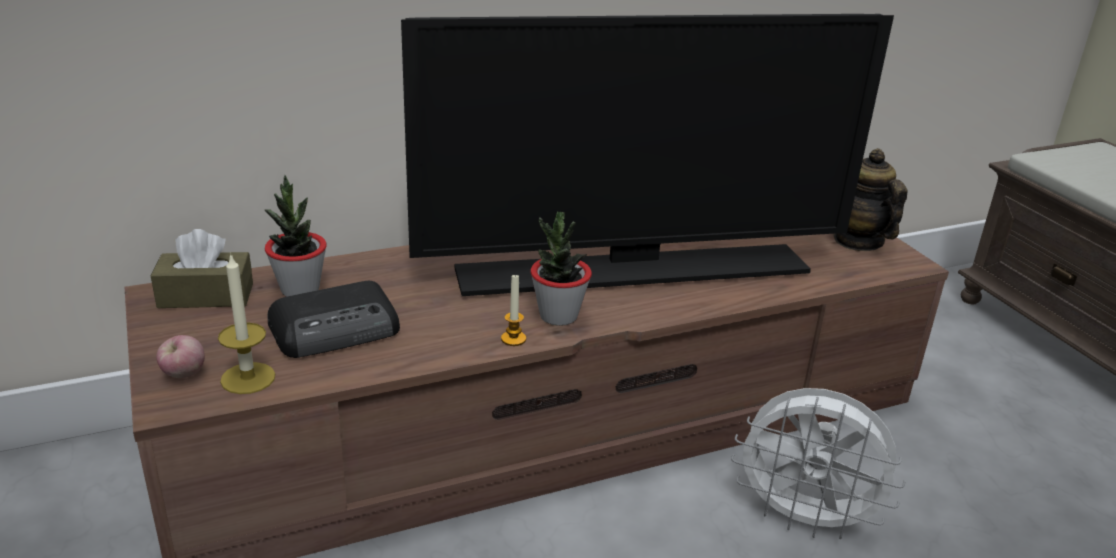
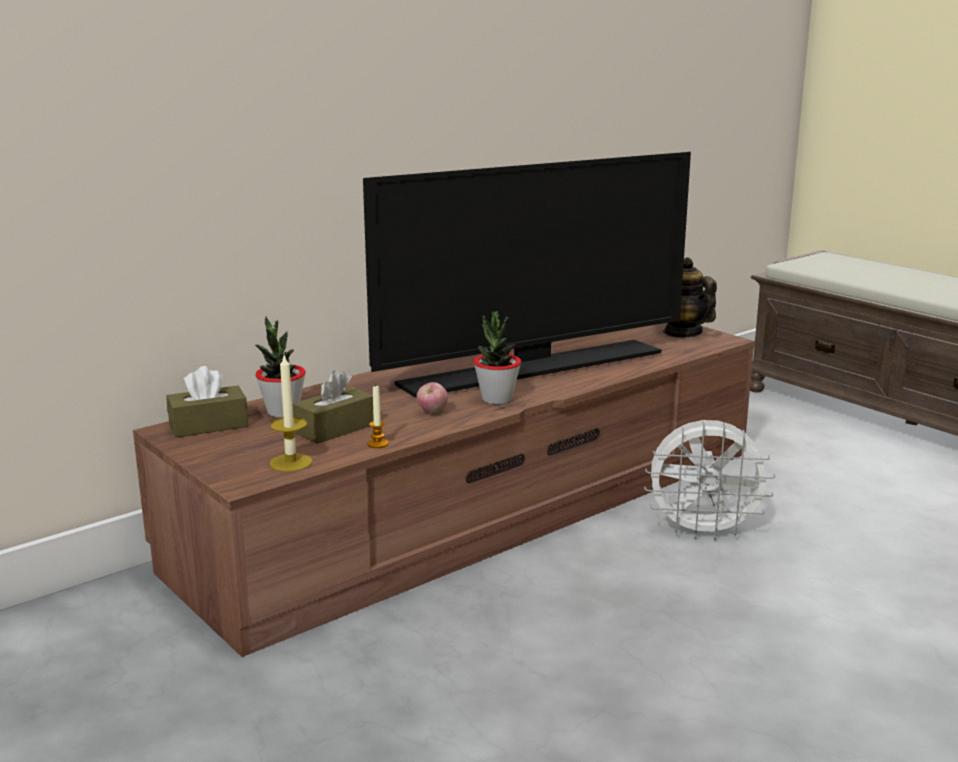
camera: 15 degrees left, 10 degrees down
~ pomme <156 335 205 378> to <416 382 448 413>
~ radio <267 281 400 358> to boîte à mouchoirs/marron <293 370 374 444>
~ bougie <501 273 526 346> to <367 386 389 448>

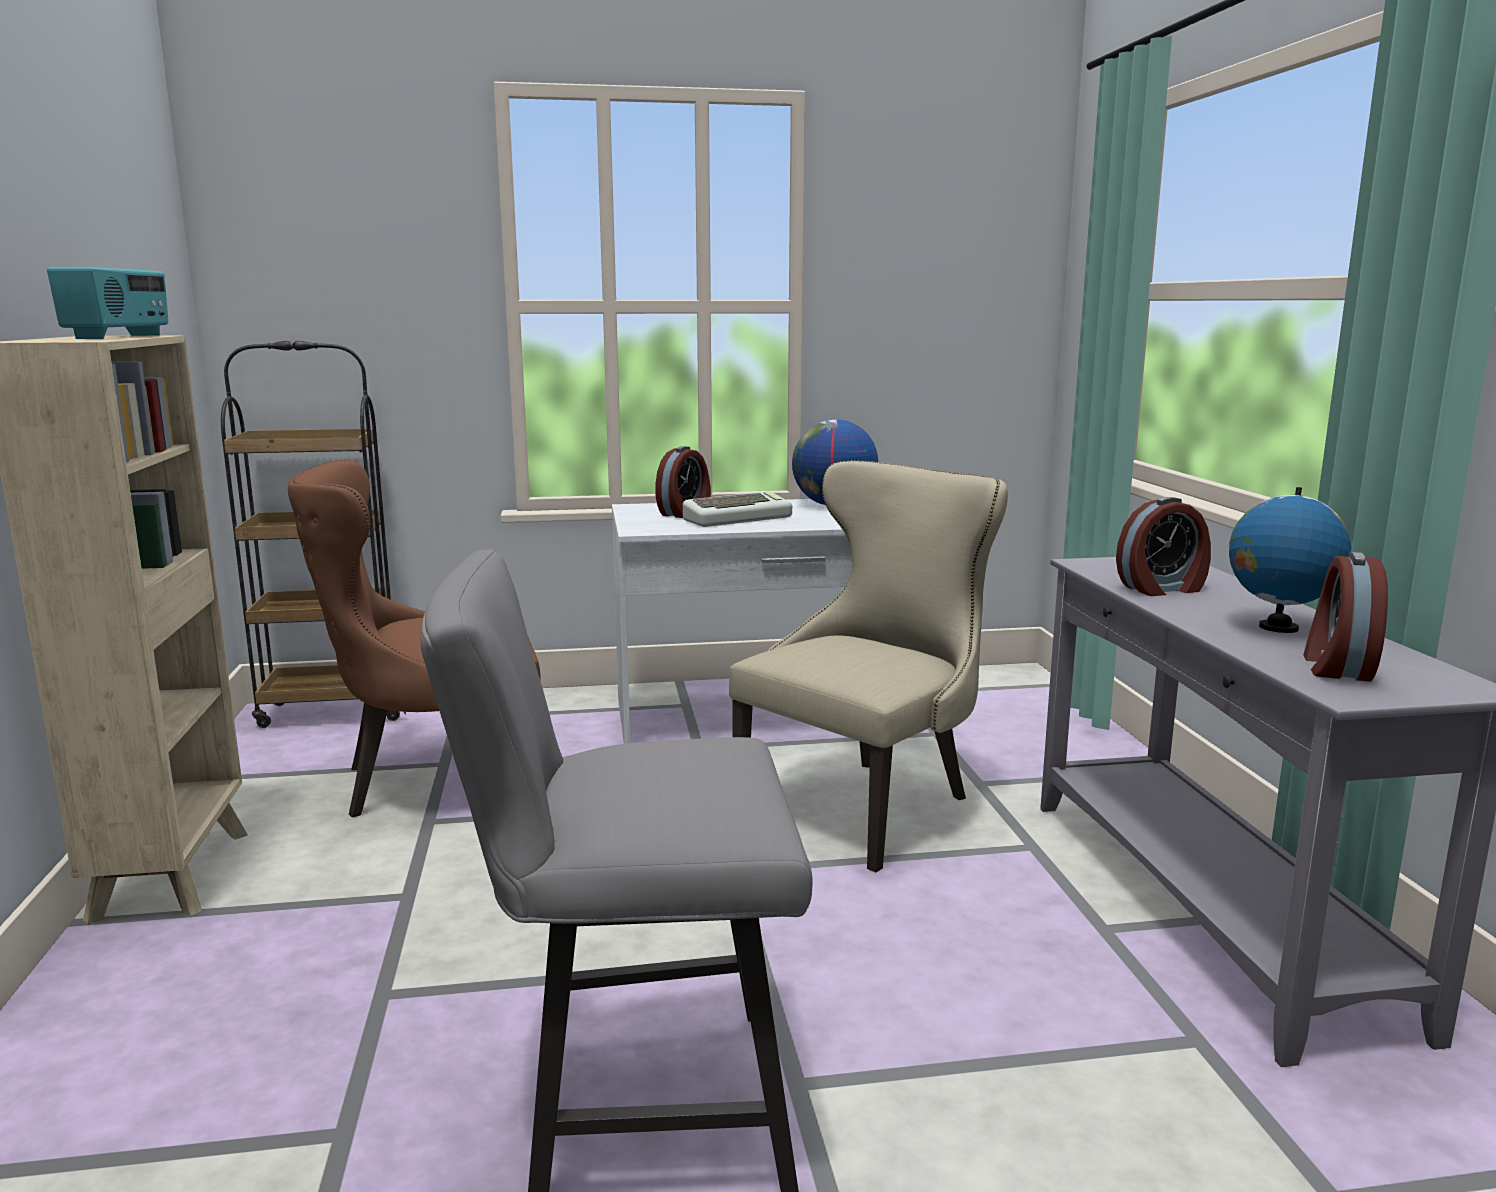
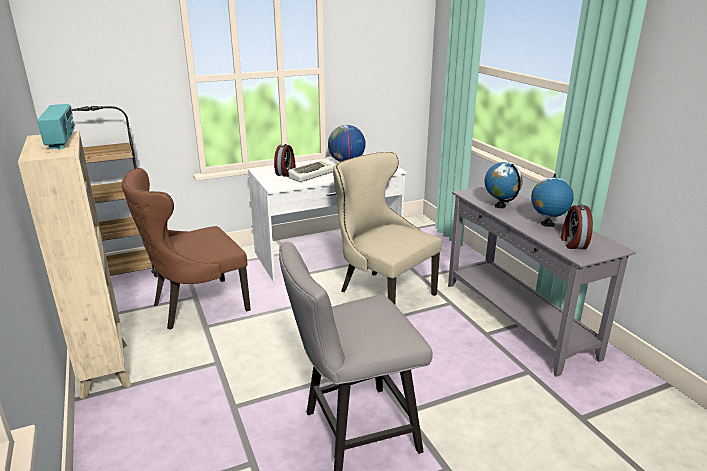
camera: 15 degrees left, 10 degrees up
~ chaise/beige <729 460 1008 872> = <333 152 442 304> 75 degrees counterclockwise
~ réveil <1116 497 1211 596> to globe <484 162 523 208>

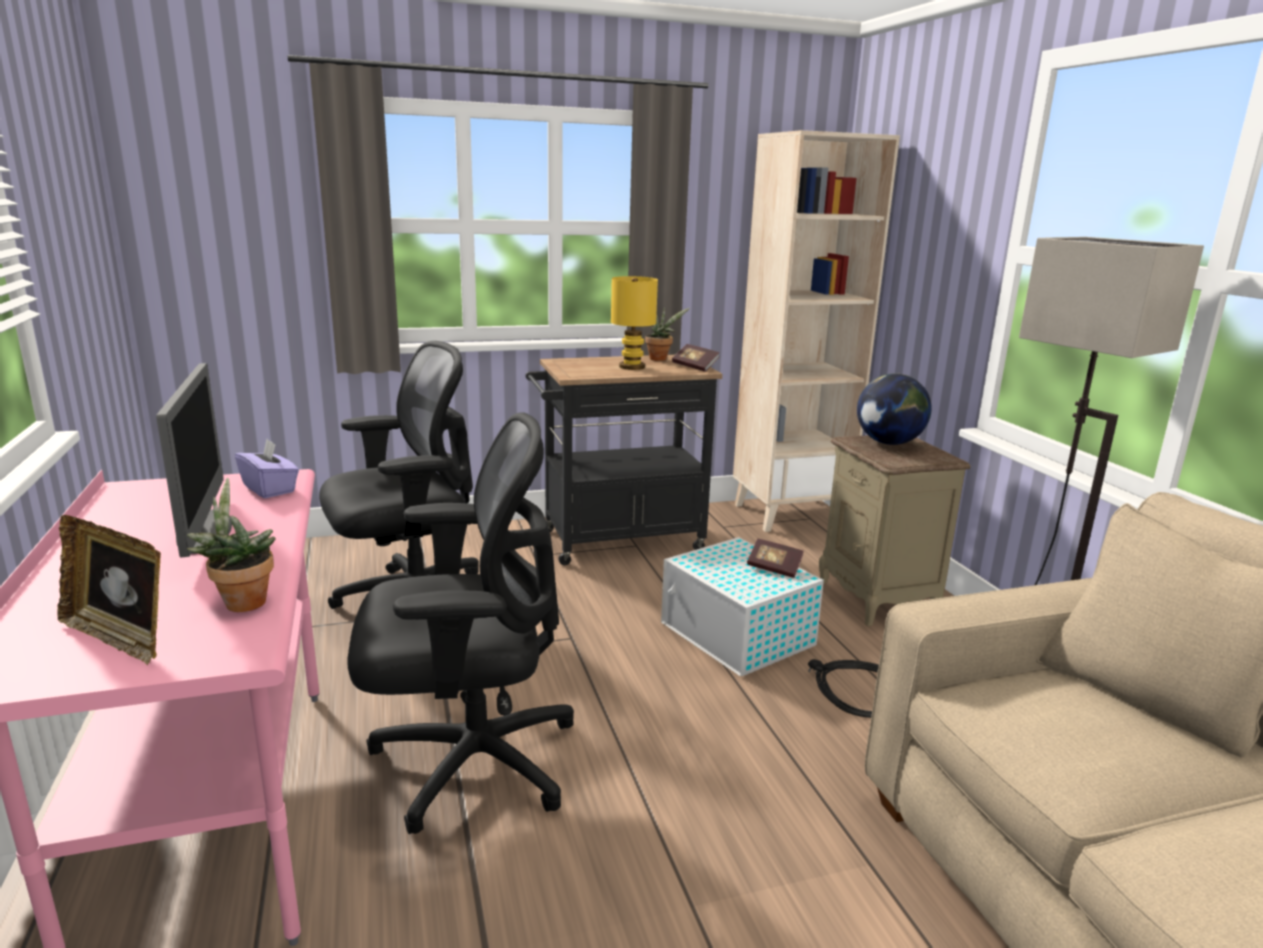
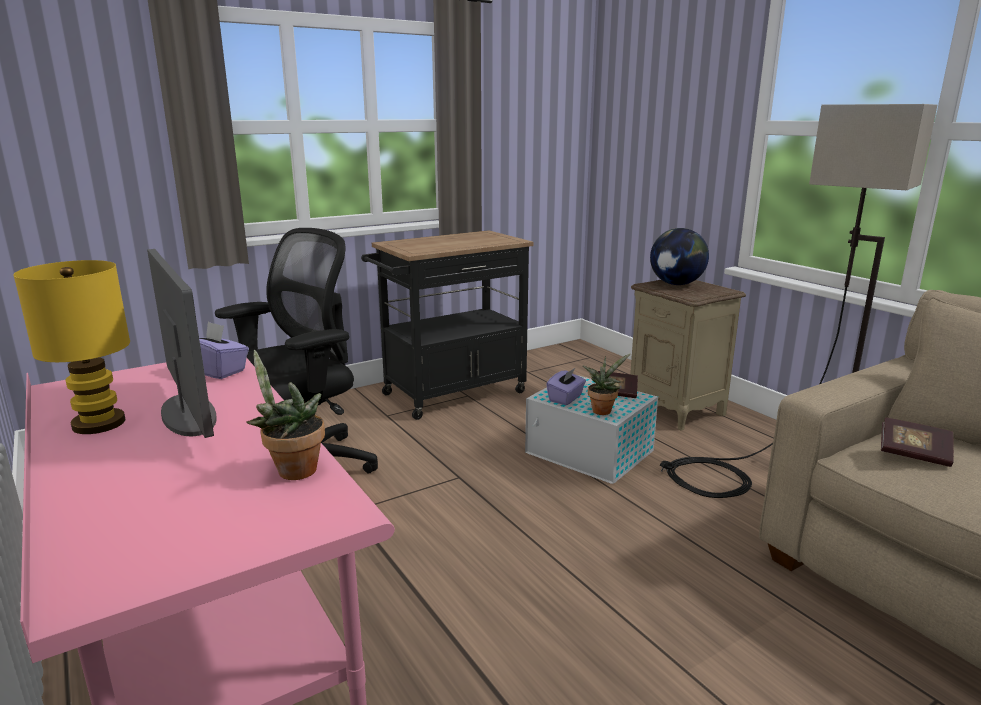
camera: 15 degrees left, 0 degrees up
- cadre photo <57 515 161 665>
- chaise de bureau/noir <347 412 574 834>
~ lampe de table/jaune <611 276 658 370> to <13 260 130 434>
~ plante en pot <645 307 690 361> to <583 353 631 415>
~ livre <672 344 720 372> to <881 417 954 467>
- bibliothèque/beige <733 130 900 532>
+ boîte à mouchoirs/violet <546 368 586 405>

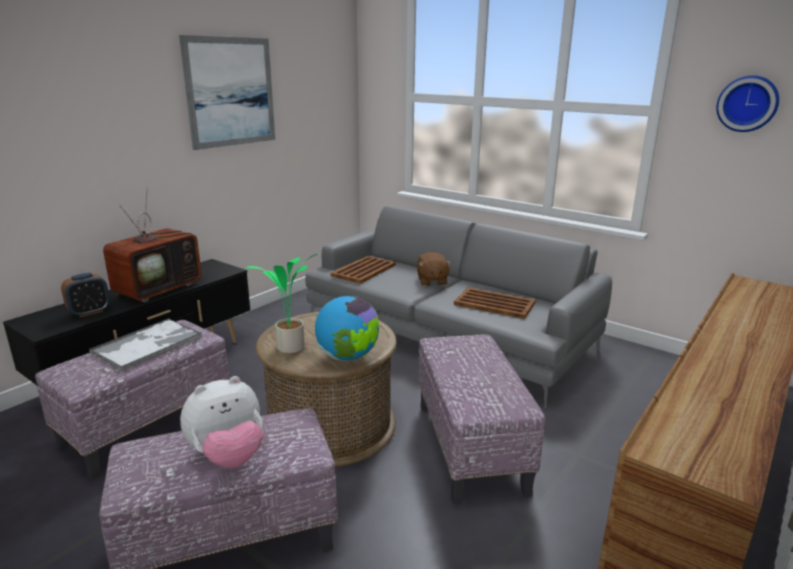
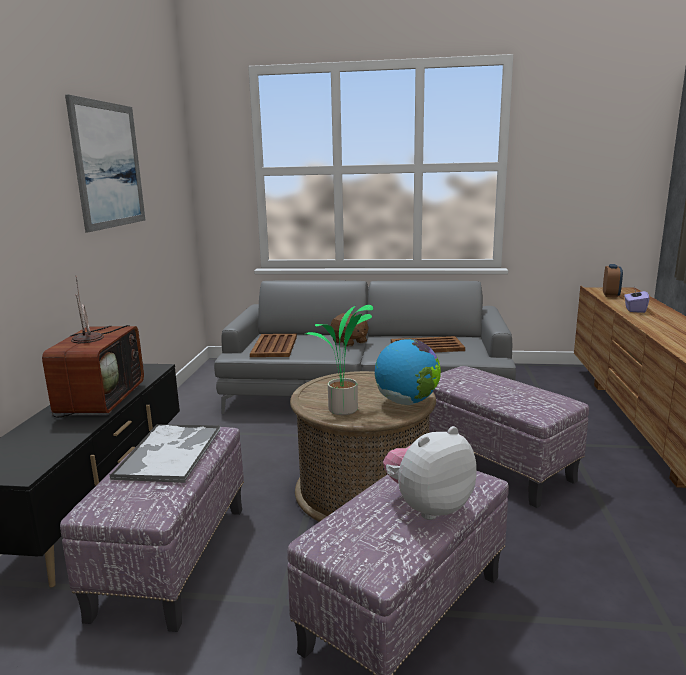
camera: 30 degrees left, 5 degrees down
~ réveil <61 273 110 317> to <603 264 623 298>
~ peluche <180 376 263 468> = <383 426 477 520> 150 degrees counterclockwise
- horloge murale <716 75 779 132>
+ boîte à mouchoirs/violet <624 287 650 313>

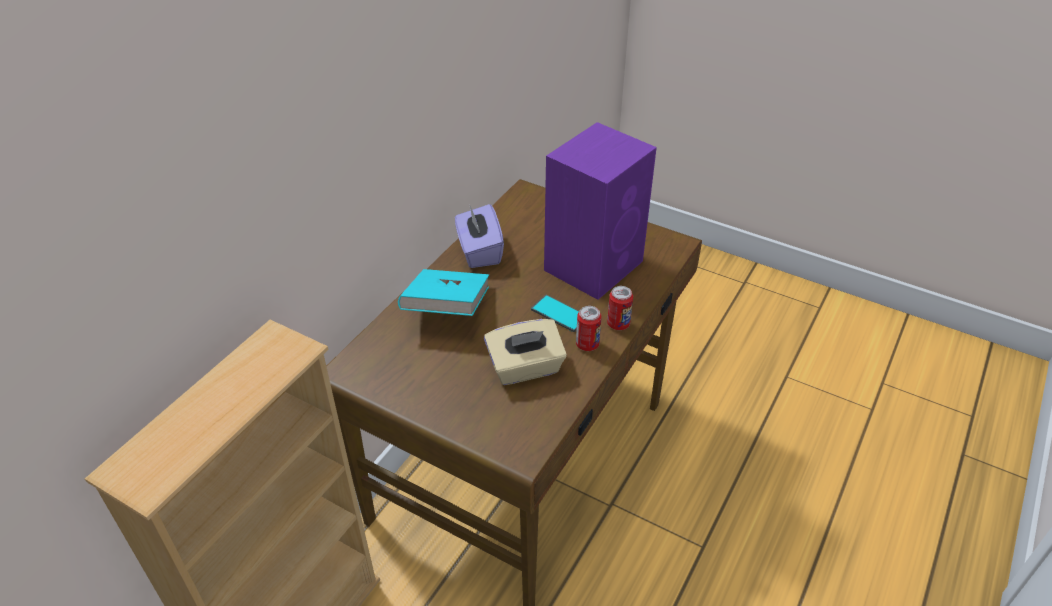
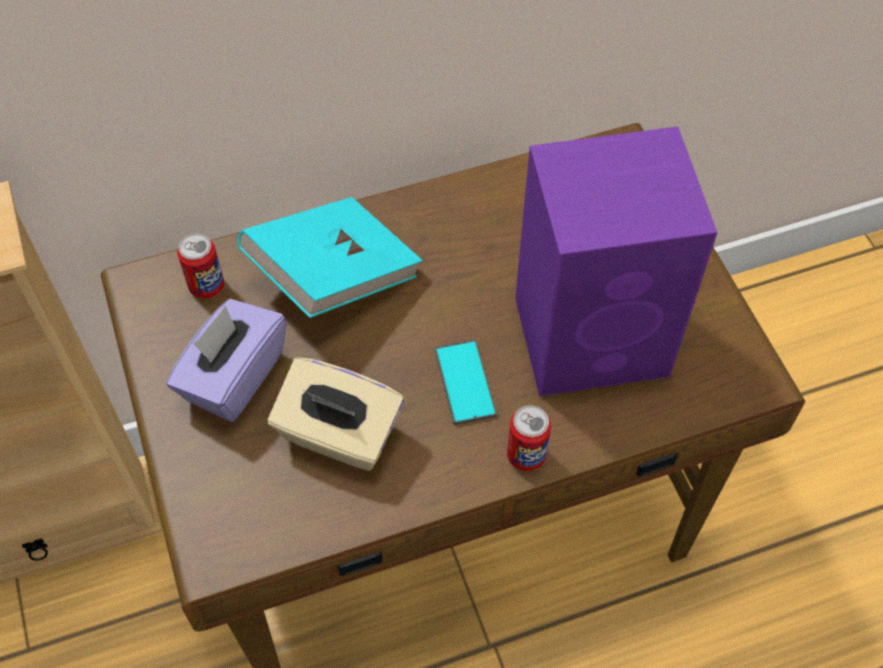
camera: 40 degrees right, 15 degrees up
~ boîte à mouchoirs/violet <455 204 504 268> to <166 299 286 422>
~ boîte métallique <576 306 602 351> to <177 234 224 299>

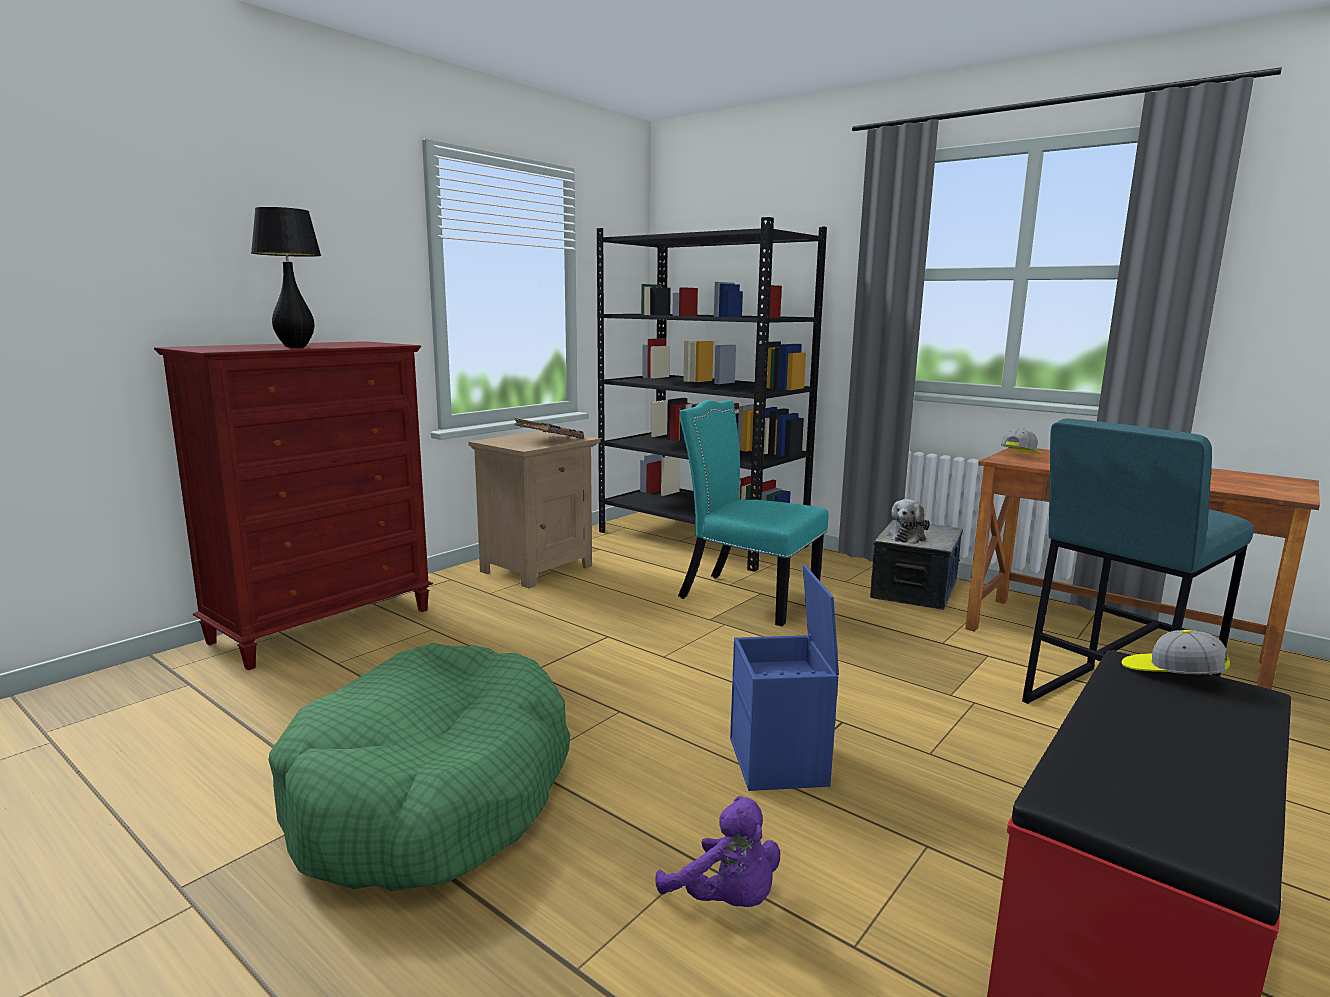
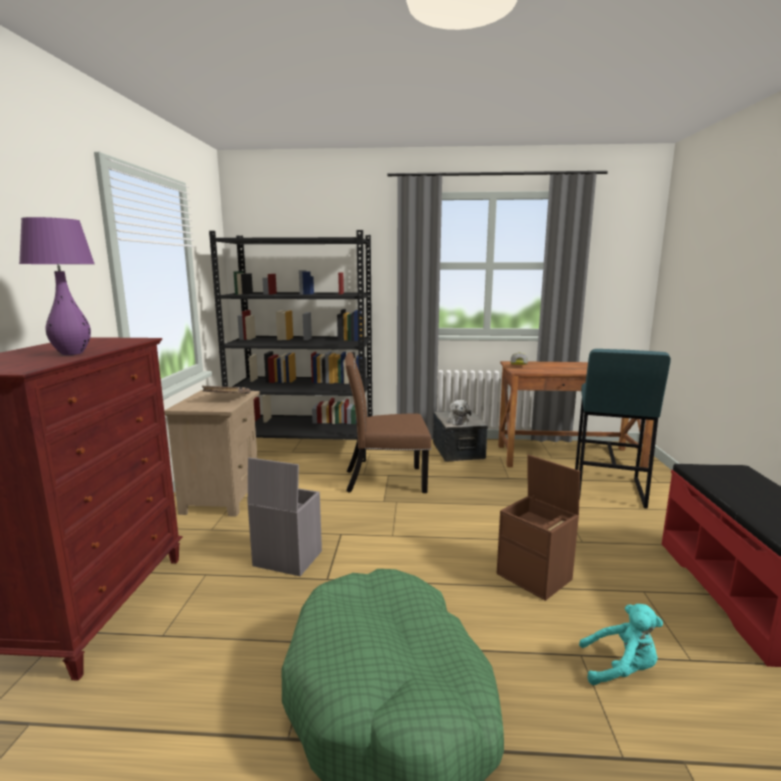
camera: 35 degrees left, 0 degrees up
~ lampe de table/noir <251 207 321 348> to lampe de table/violet <19 217 94 355>
~ peluche/violet <655 796 780 907> to peluche/turquoise <579 604 663 685>
~ chaise/turquoise <678 400 829 626> to chaise/marron <345 352 431 493>
~ boîte de rangement/bleu <730 564 839 791> to boîte de rangement/marron <497 455 580 601>
- casquette <1122 630 1230 674>
+ boîte de rangement/gris <248 458 322 576>

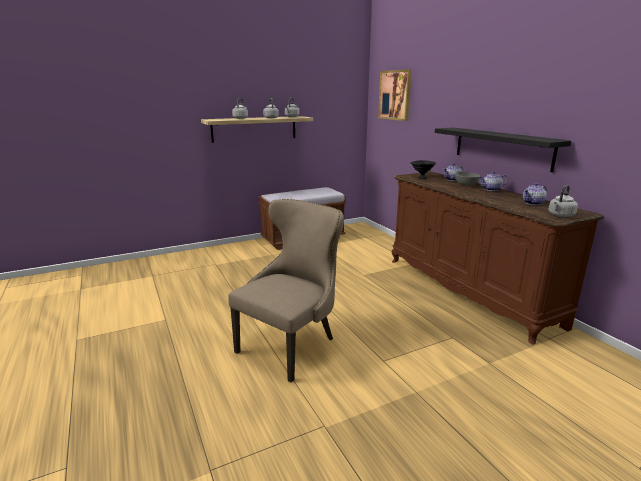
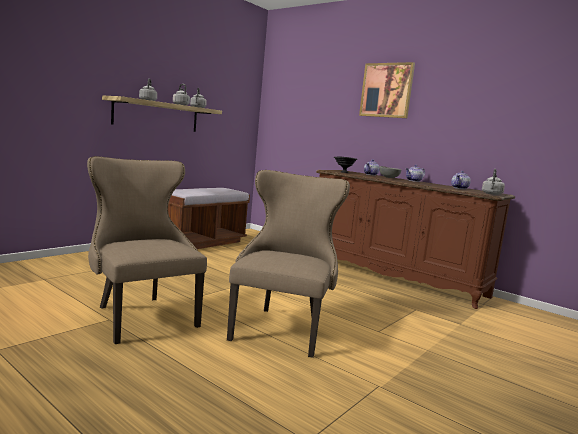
camera: 25 degrees left, 10 degrees down
~ tableau <378 69 412 121> to <359 62 415 118>
- étagère/noir <435 127 571 172>
+ chaise/beige <87 156 207 344>

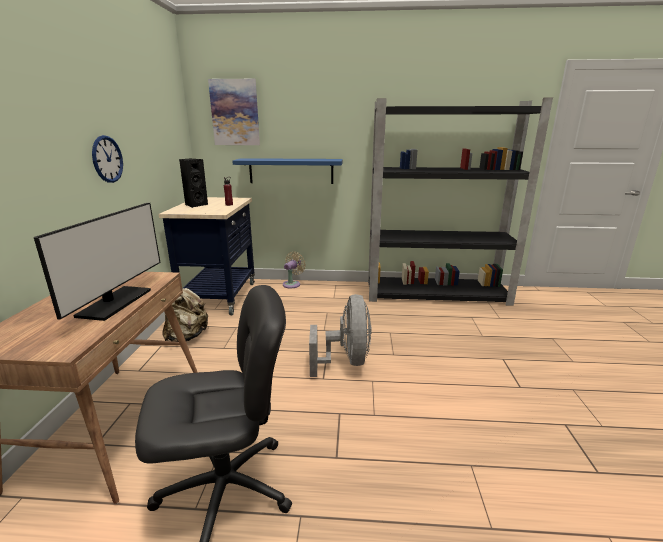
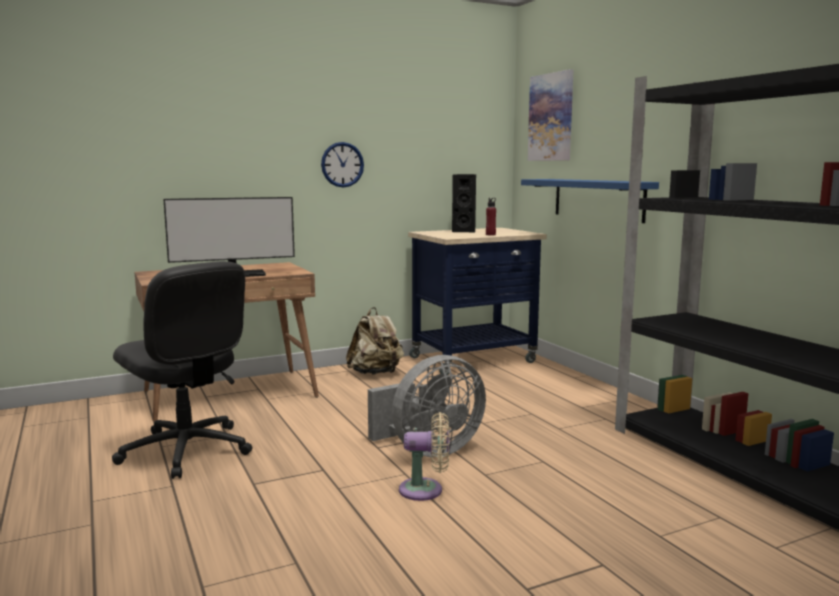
camera: 60 degrees right, 10 degrees down
~ ventilateur/beige <283 251 306 288> to <399 412 449 501>

